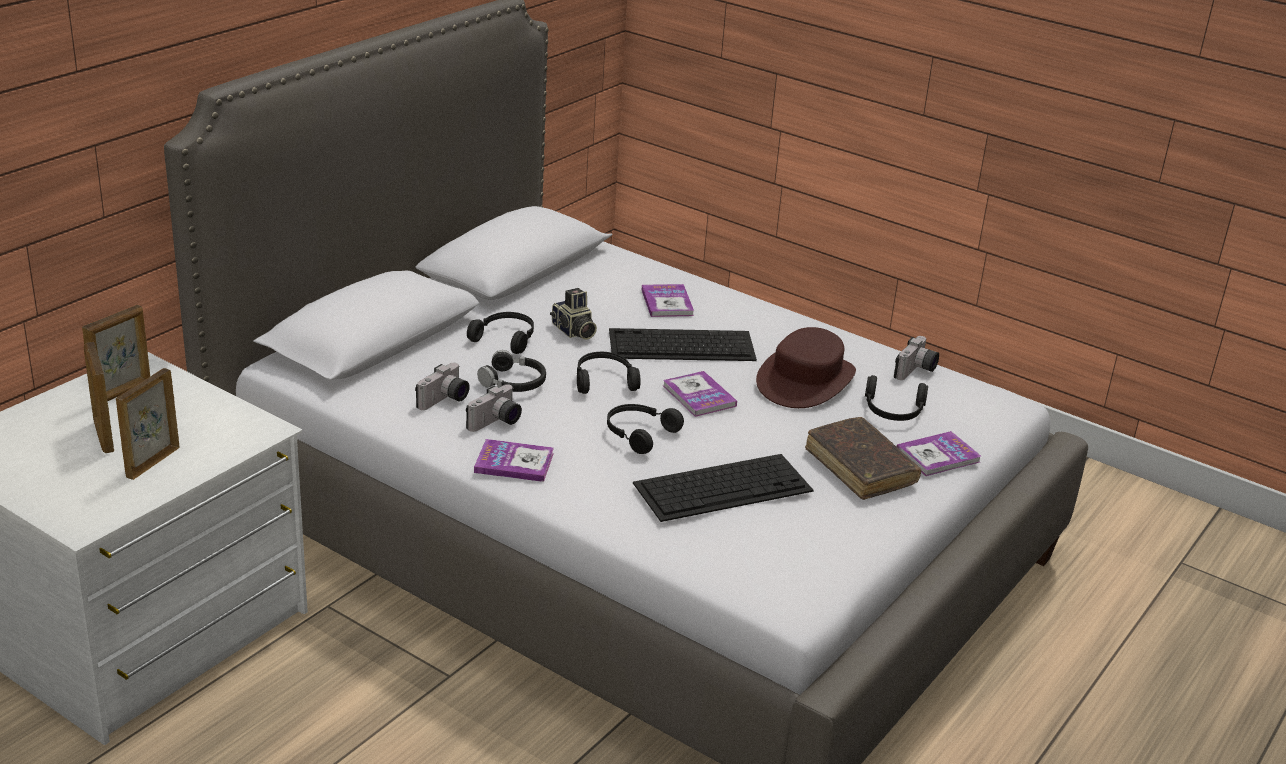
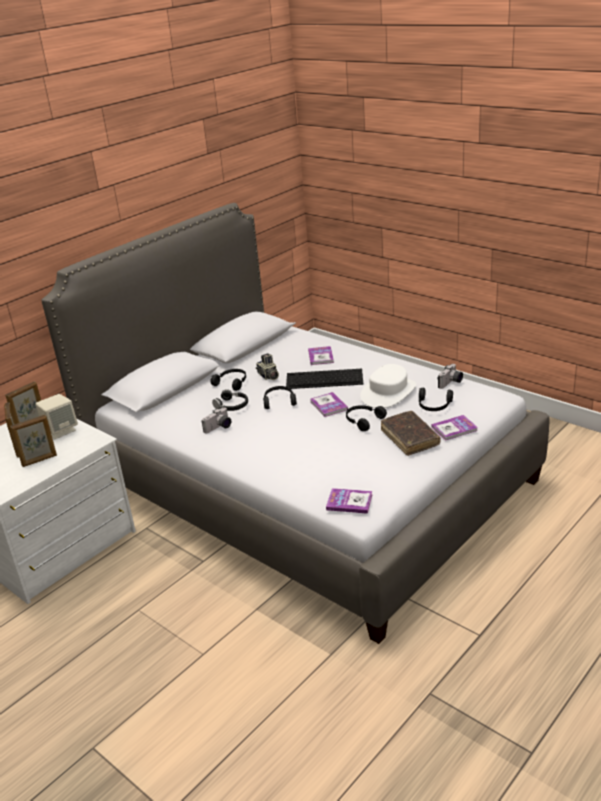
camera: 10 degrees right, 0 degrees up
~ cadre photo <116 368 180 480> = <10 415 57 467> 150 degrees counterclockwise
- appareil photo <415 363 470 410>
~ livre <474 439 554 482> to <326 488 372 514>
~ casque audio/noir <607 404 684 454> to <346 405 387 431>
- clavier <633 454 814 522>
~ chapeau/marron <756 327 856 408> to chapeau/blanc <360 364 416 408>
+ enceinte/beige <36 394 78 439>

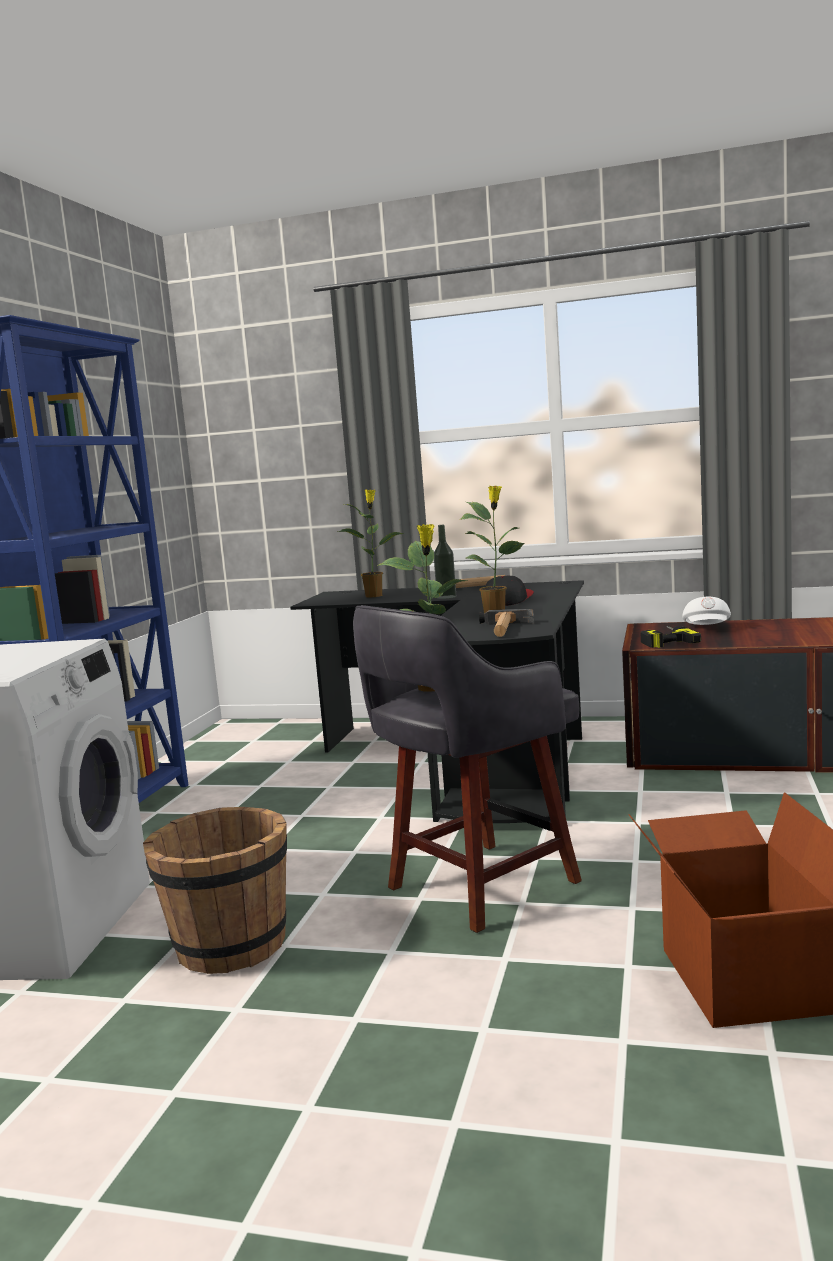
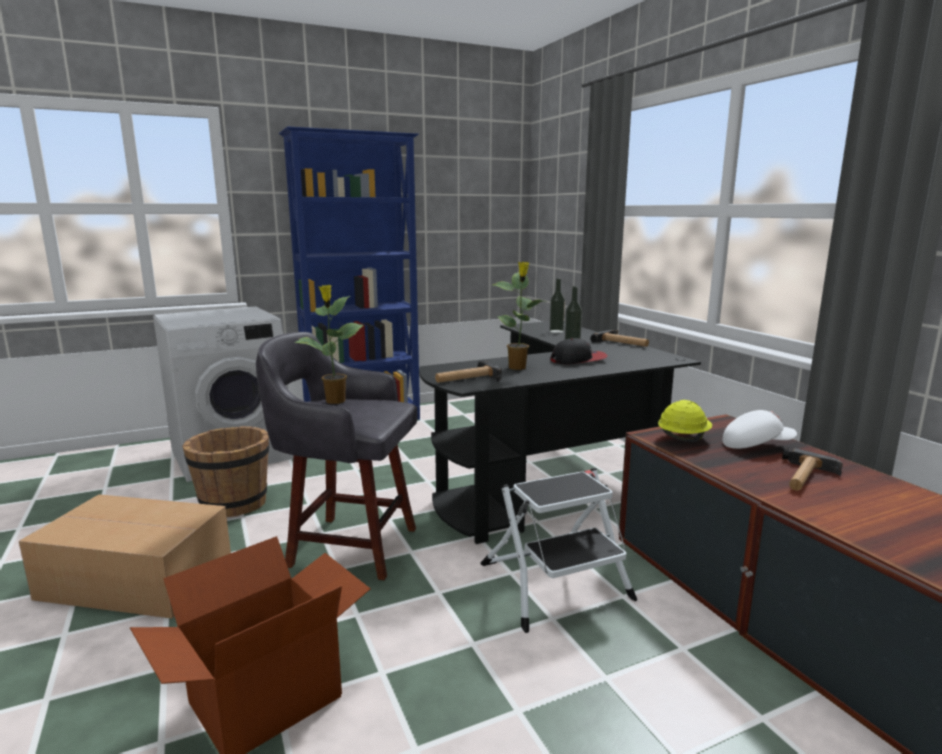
camera: 50 degrees right, 5 degrees up
~ plante en pot <337 489 405 598> to bouteille <549 278 565 333>
~ perceuse <641 625 701 648> to casque de chantier/jaune <658 400 712 442>
~ casquette/blanc <682 597 731 625> = <723 410 797 449> 150 degrees counterclockwise
+ carton <19 494 231 619>
+ escabeau <480 468 637 633>
+ marteau <782 448 843 491>

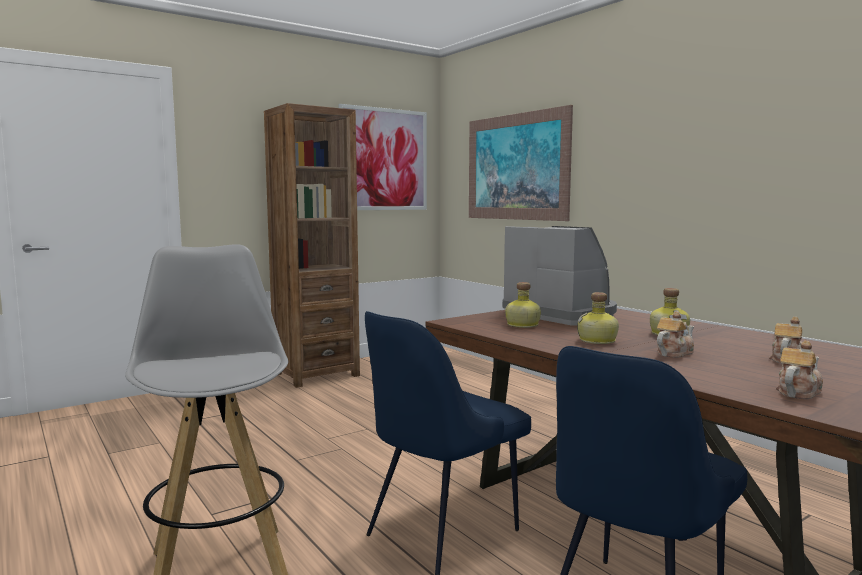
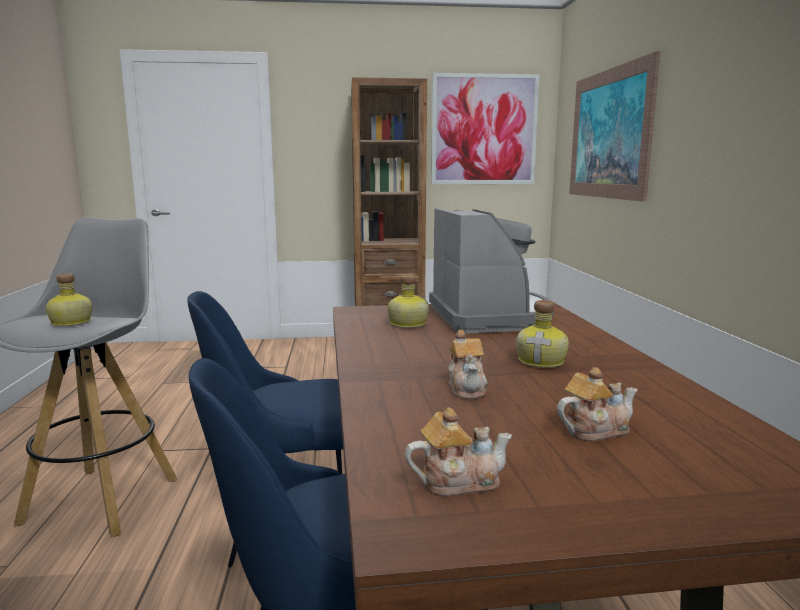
camera: 30 degrees right, 5 degrees up
~ bouteille <577 292 619 344> to <46 274 92 326>
~ théière <657 312 694 358> = <448 330 488 399> 90 degrees clockwise

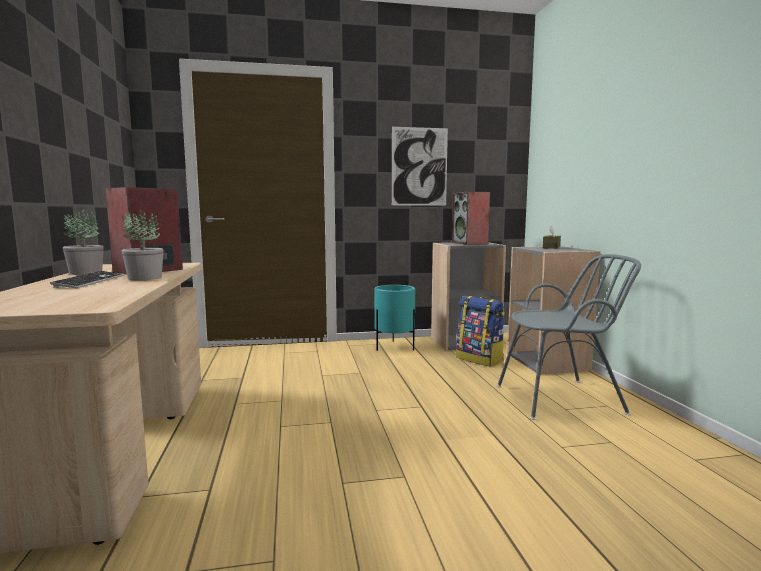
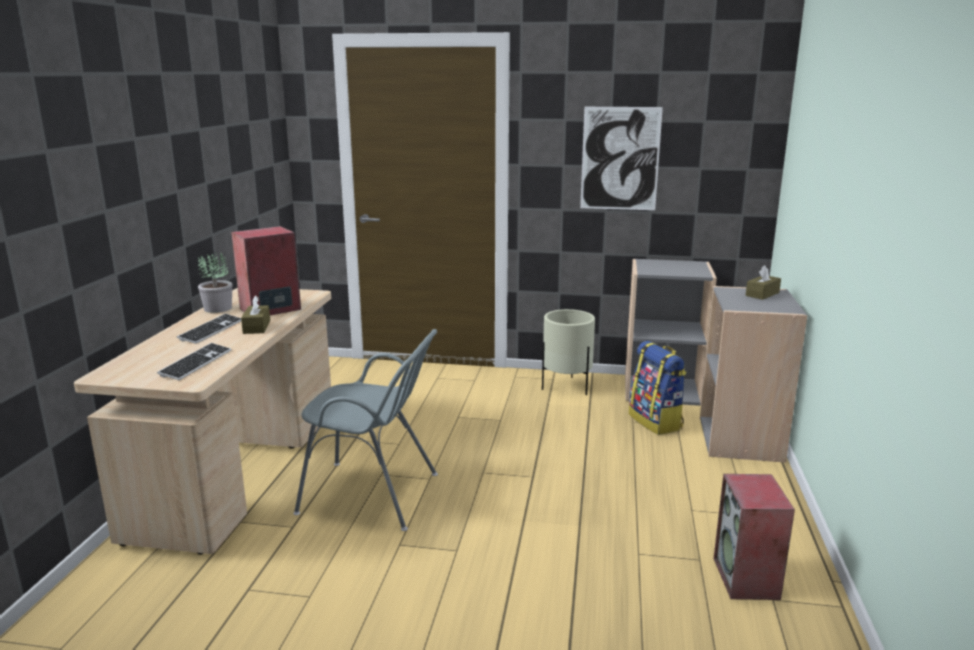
camera: 20 degrees right, 10 degrees up
~ plante en pot <122 210 164 280> to boîte à mouchoirs/marron <241 295 270 334>
~ cache-pot/turquoise <375 285 415 351> to cache-pot/beige <542 309 595 395>
~ enceinte <452 192 490 245> to <713 474 795 600>
~ chaise/gris <497 254 641 420> to <293 329 438 531>
+ clavier <157 343 232 380>

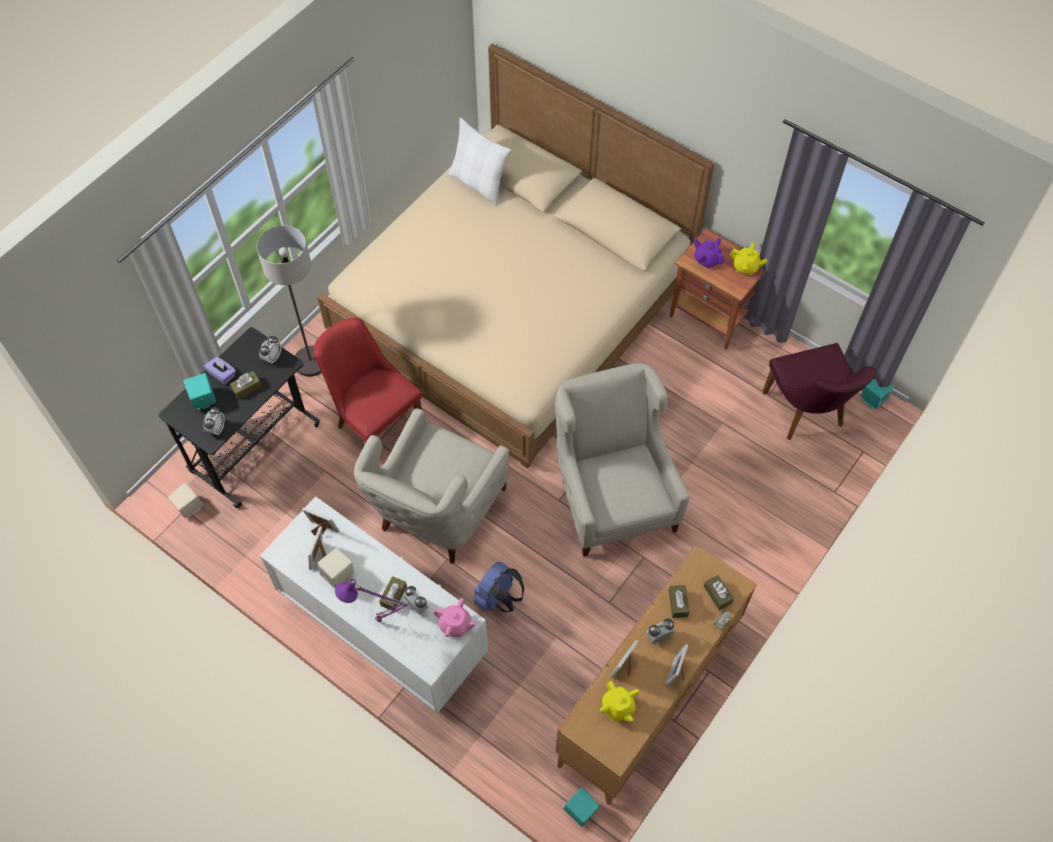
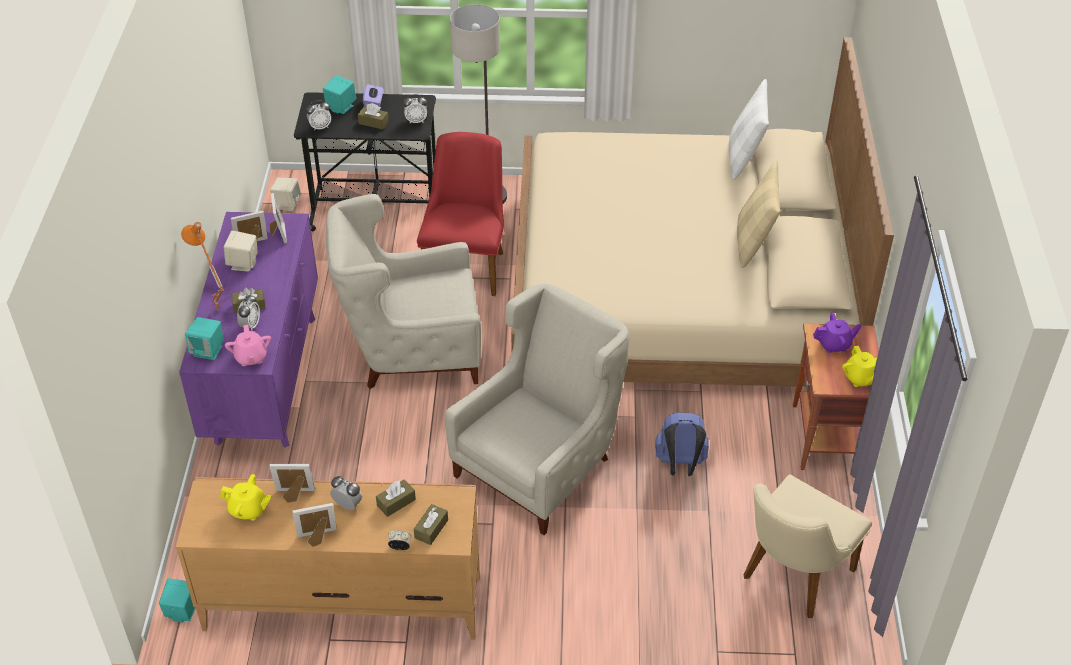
camera: 55 degrees right, 15 degrees down
~ commode/blanc <260 496 488 713> to commode/violet <179 212 318 448>
~ lampe de table/violet <335 579 408 622> to lampe de table/orange <181 222 223 311>
~ sac à dos/bleu <474 562 524 612> to <655 412 709 476>
~ théière/jaune <600 681 639 721> = <220 474 271 521> 105 degrees counterclockwise
~ théière/violet <694 238 724 268> = <813 313 862 353> 75 degrees clockwise
~ chaise/violet <762 343 876 440> to chaise/beige <744 474 872 618>
~ enceinte/turquoise <861 379 893 409> to <185 317 224 360>
+ coussin/beige <737 160 780 268>

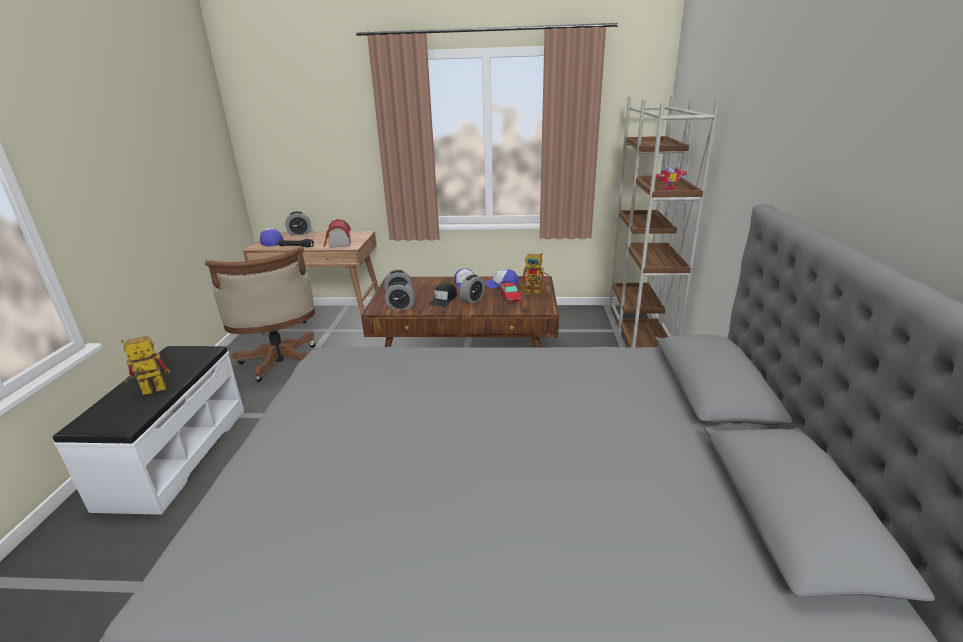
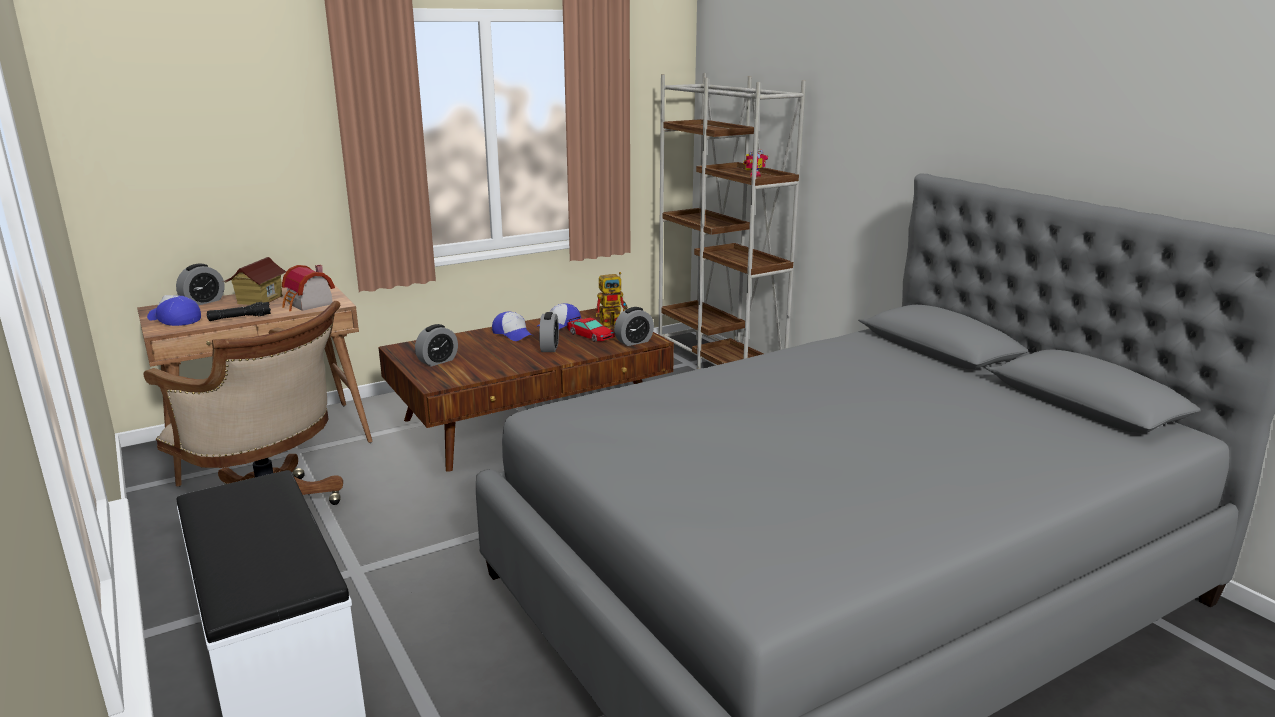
camera: 35 degrees left, 5 degrees down
- robot jouet <121 336 170 395>
~ réveil <385 282 415 310> to <614 307 654 346>
- casquette/noir <429 283 457 307>
+ maison miniature <223 257 287 305>

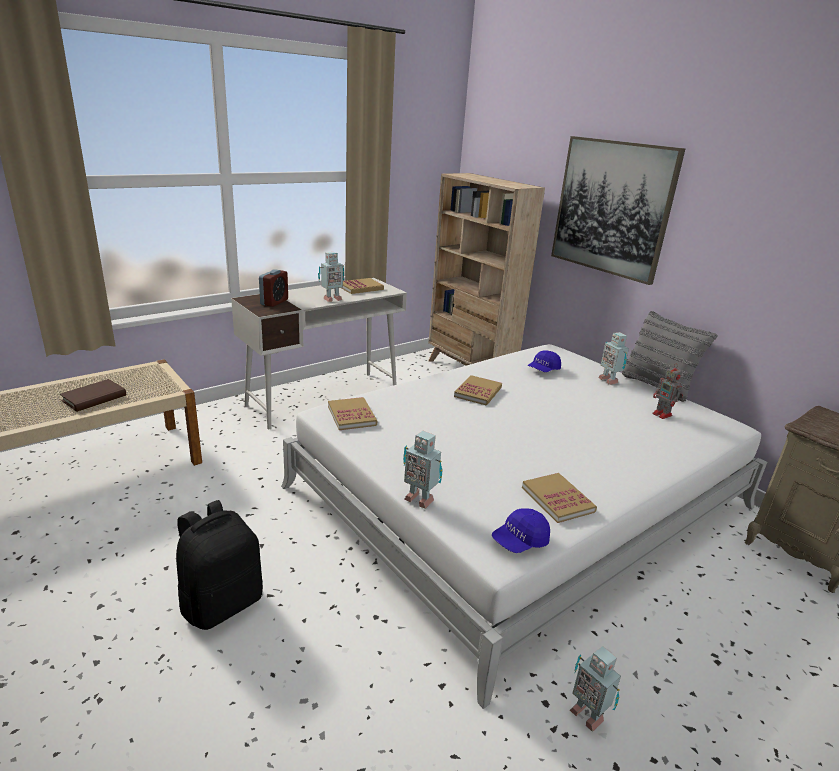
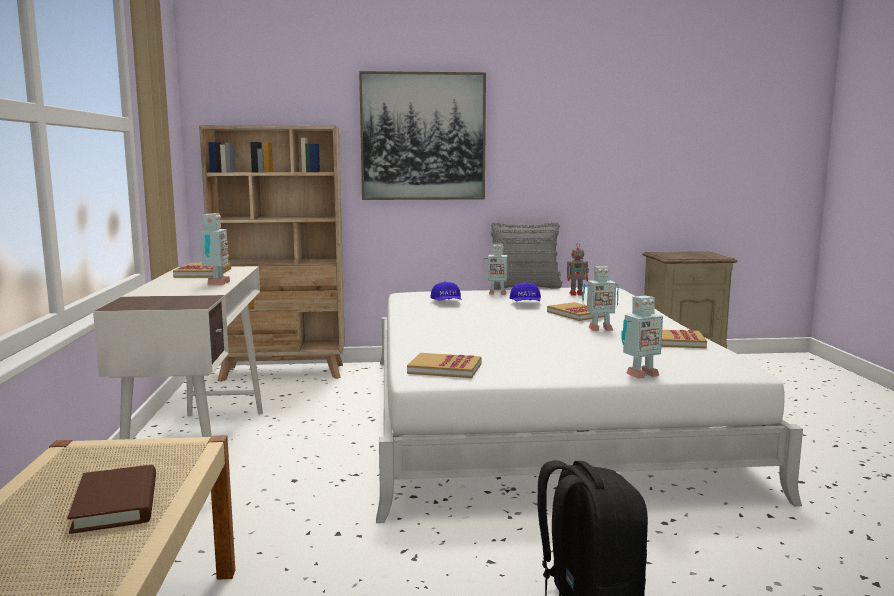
camera: 55 degrees left, 15 degrees down
- réveil <259 269 288 307>
~ livre <454 375 502 405> to <547 302 604 321>
~ casquette/bleu <492 508 550 553> to <510 282 541 301>
~ robot jouet <570 646 621 732> to <582 266 619 331>

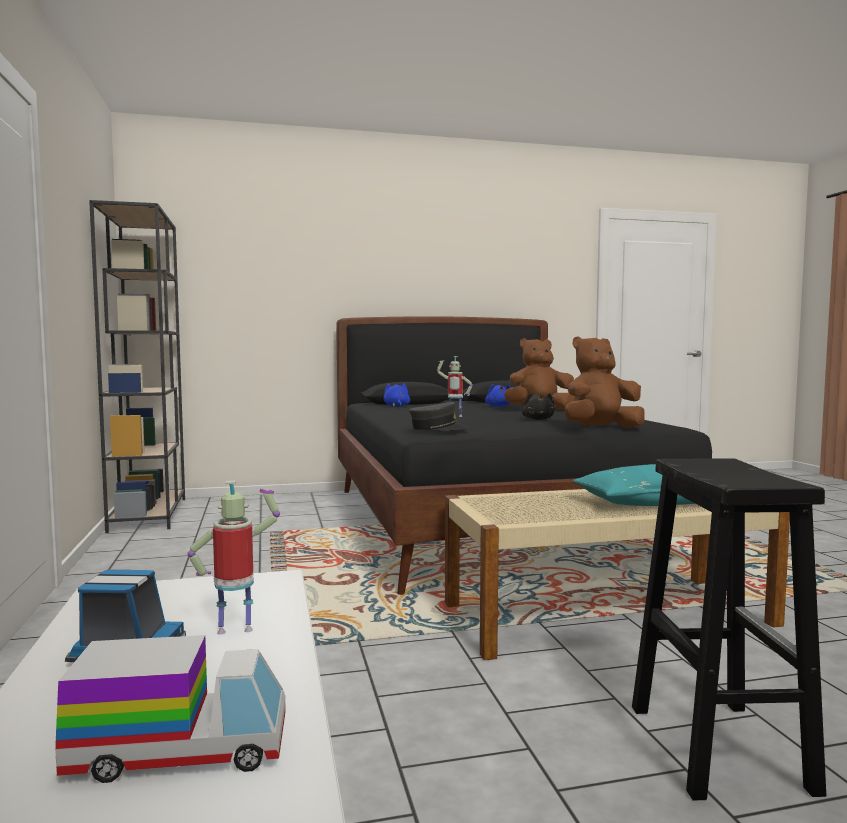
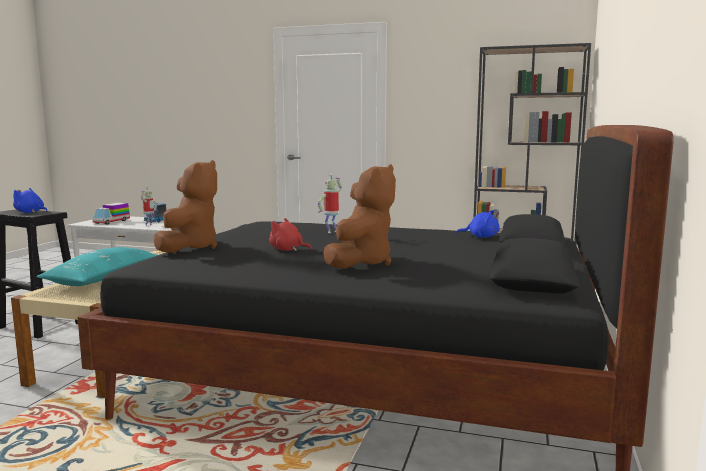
camera: 120 degrees right, 5 degrees up
- casquette/gris <409 402 469 431>
~ peluche/bleu <485 384 510 407> to <13 188 47 213>
~ peluche/noir <522 393 555 420> to peluche/rouge <269 218 312 251>

